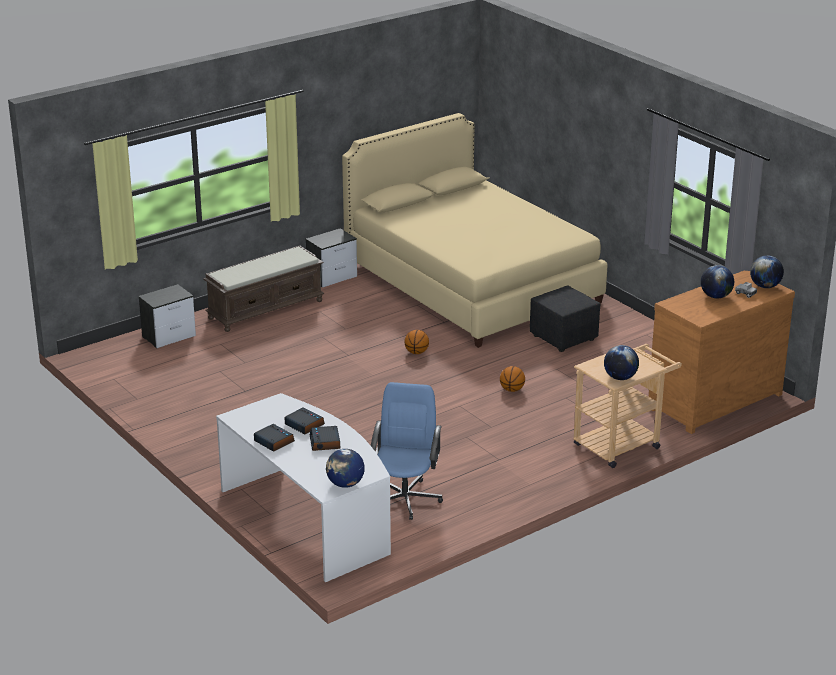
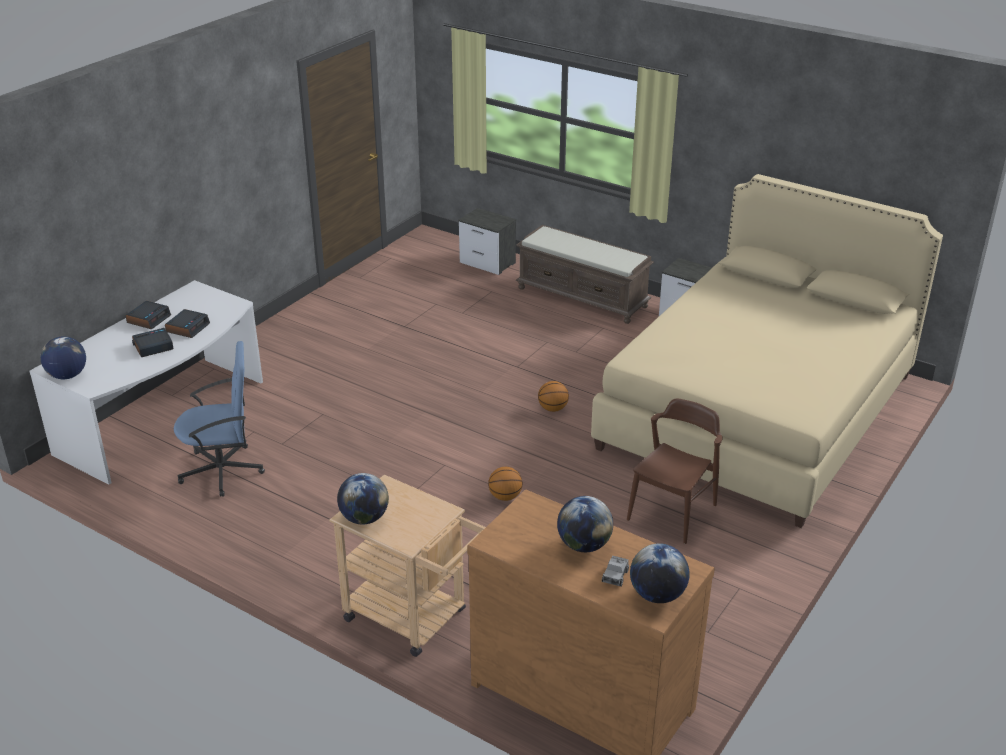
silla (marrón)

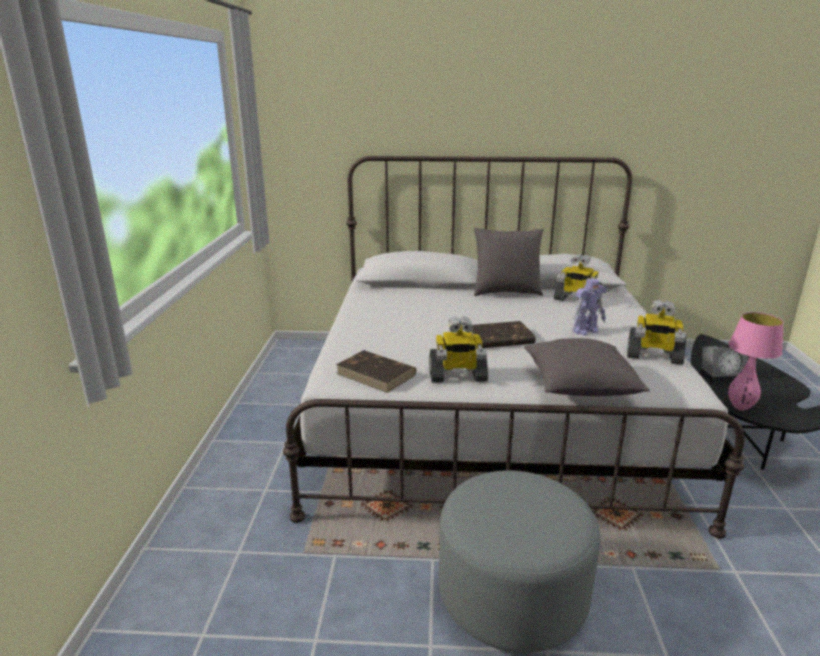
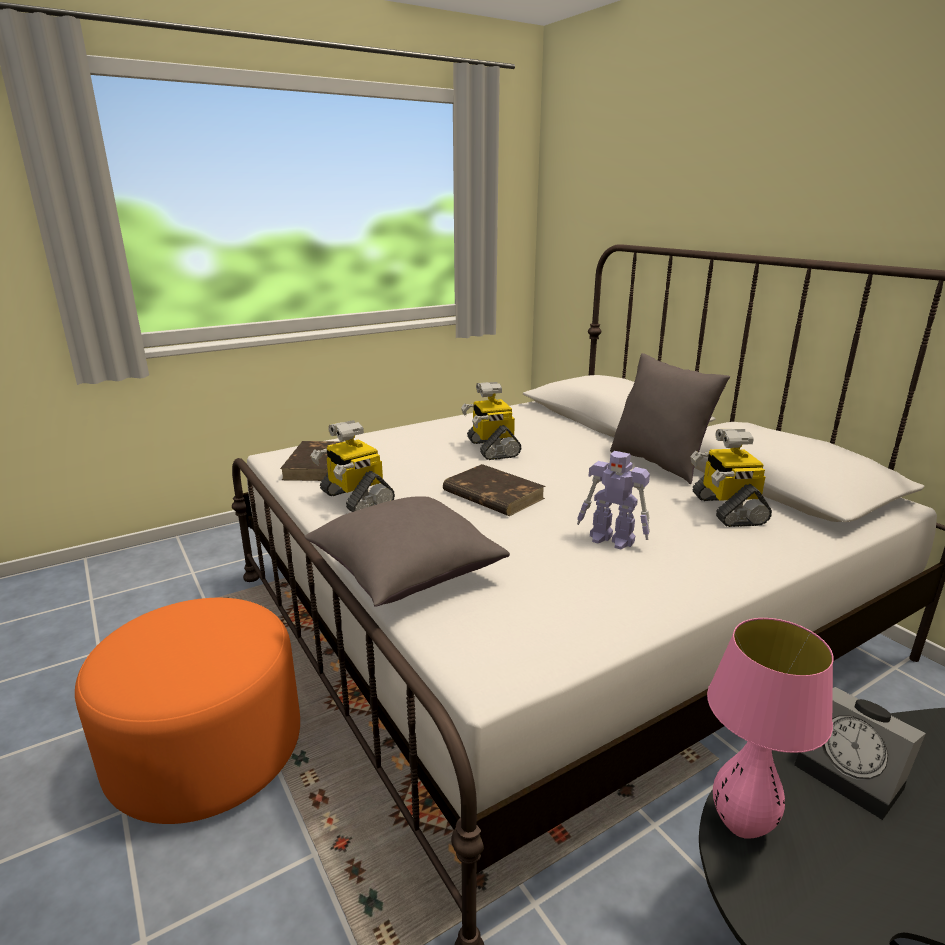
robot de juguete (no. 2 from left)
puf (naranja)

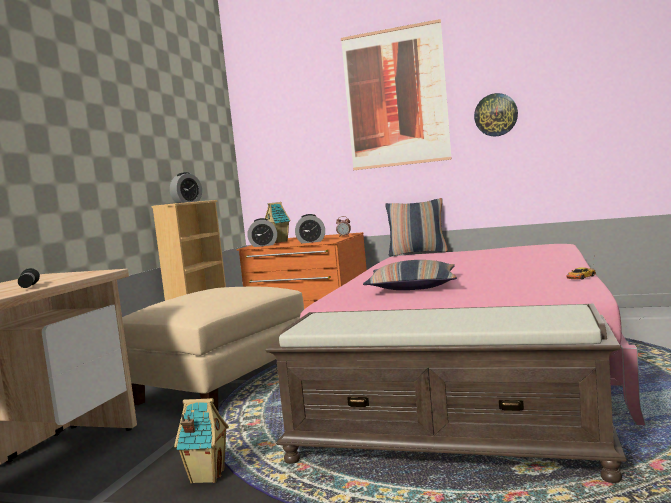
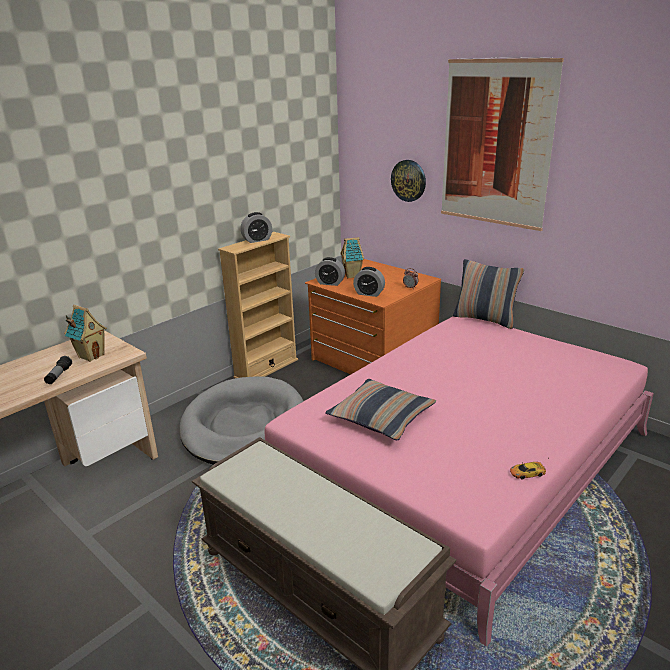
reloj de pared
cama para perro (gris)
casita (no. 1 from left)

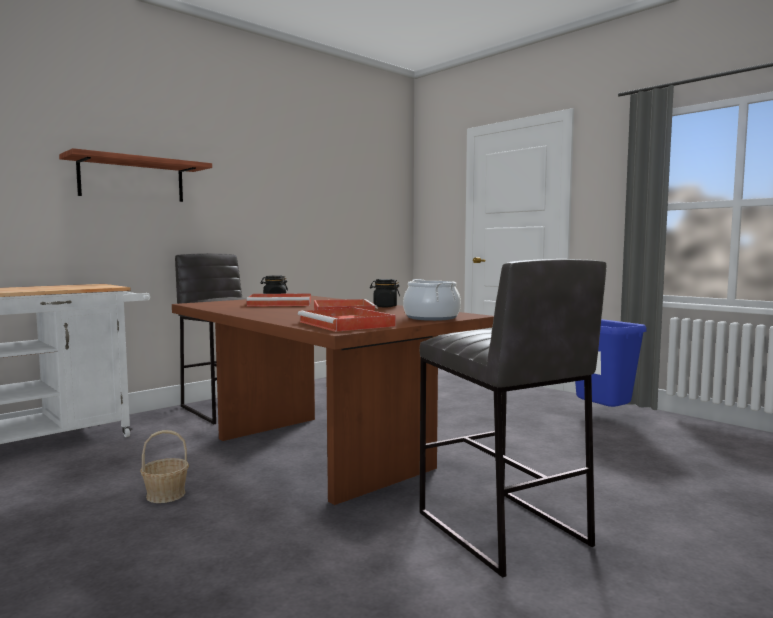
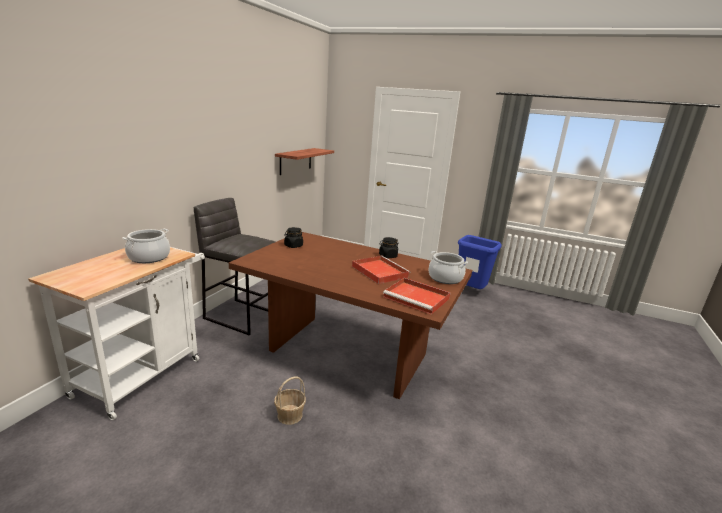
estante
taburete (gris) (no. 2 from left in the first image)
bandeja (rojo) (no. 1 from left in the first image)
olla (no. 1 from left)

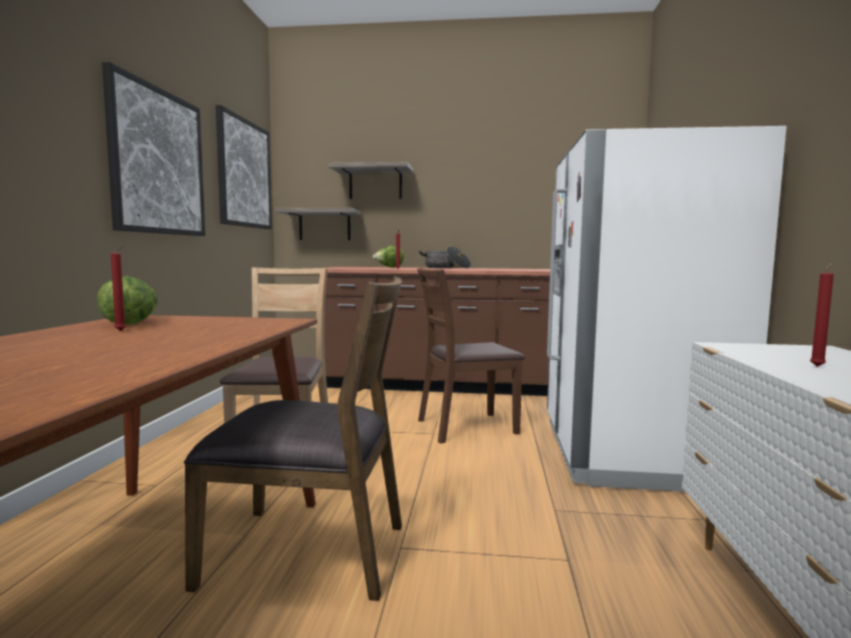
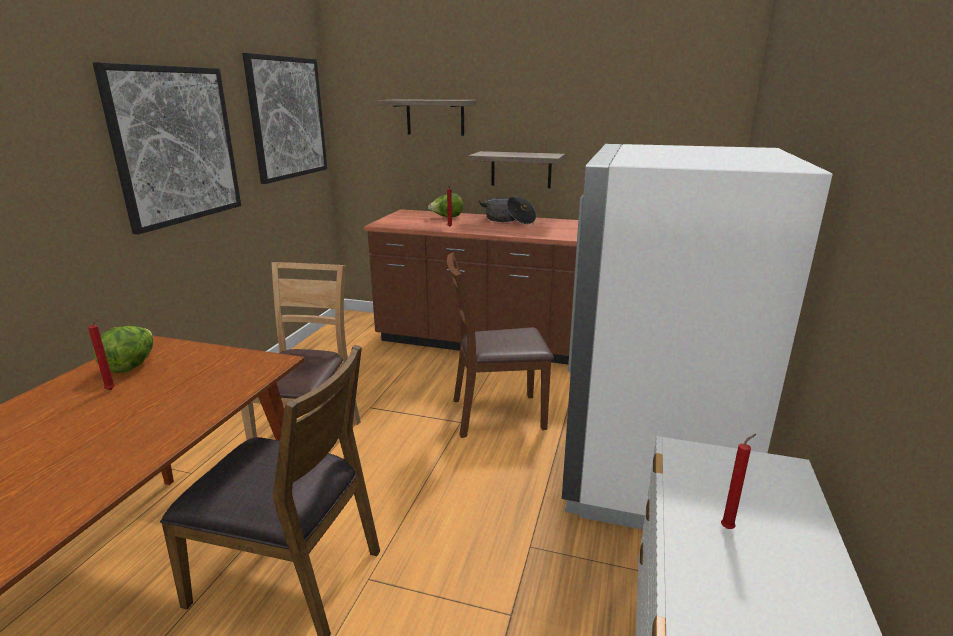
estante (no. 2 from left)

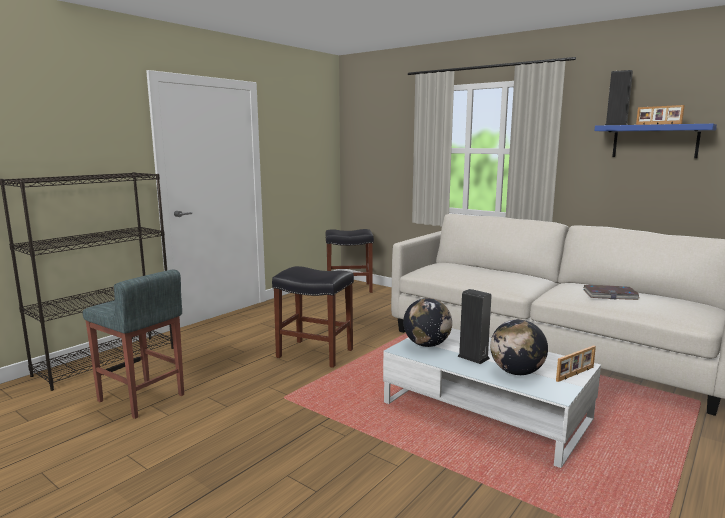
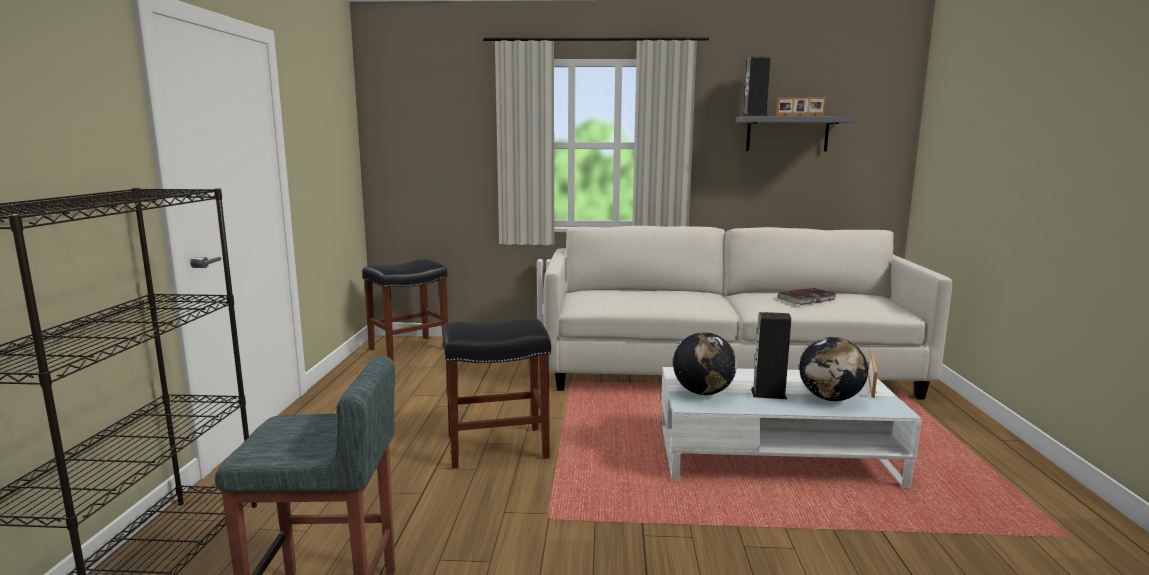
estante (gris)

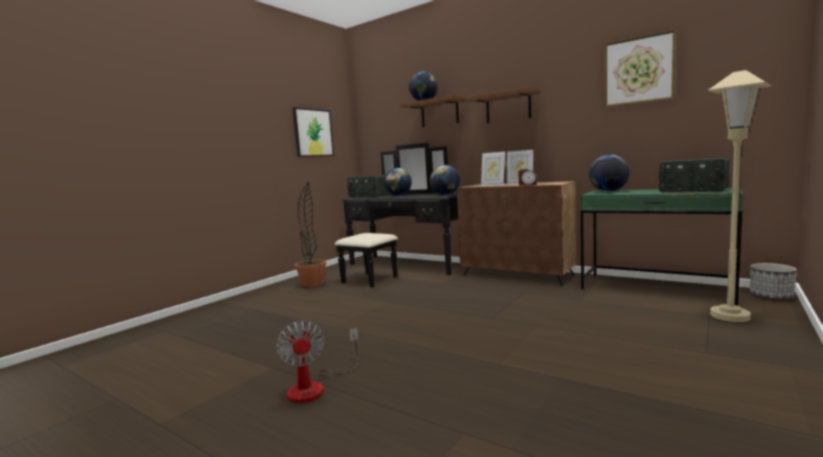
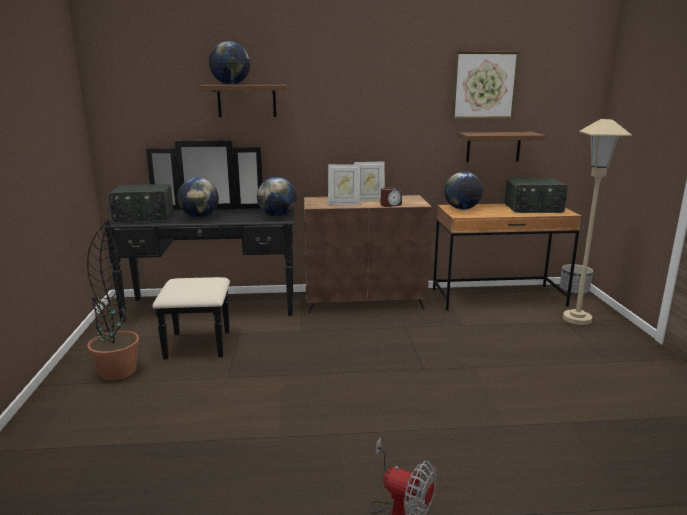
estante (marrón) (no. 2 from left)
cuadro (no. 1 from left in the first image)
escritorio (marrón)

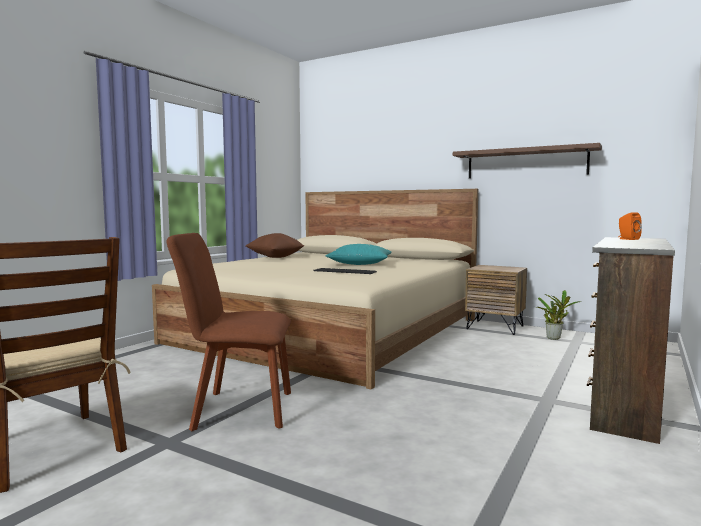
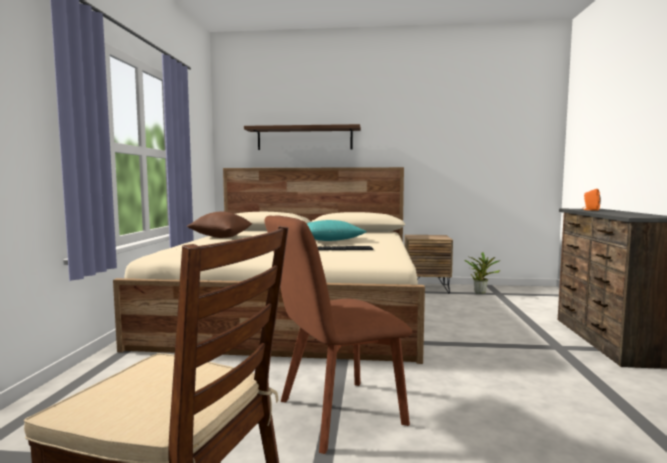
estante (marrón)

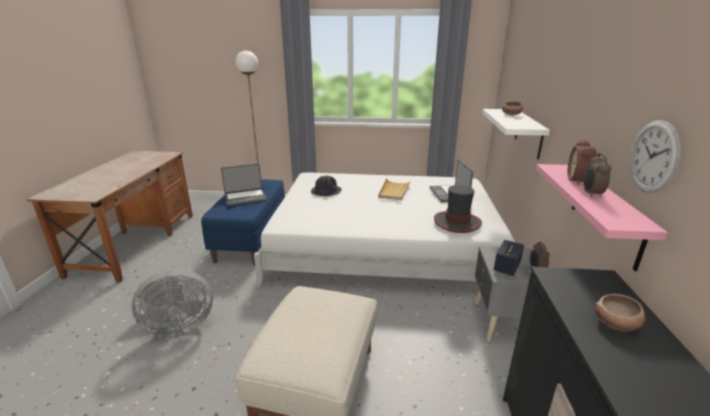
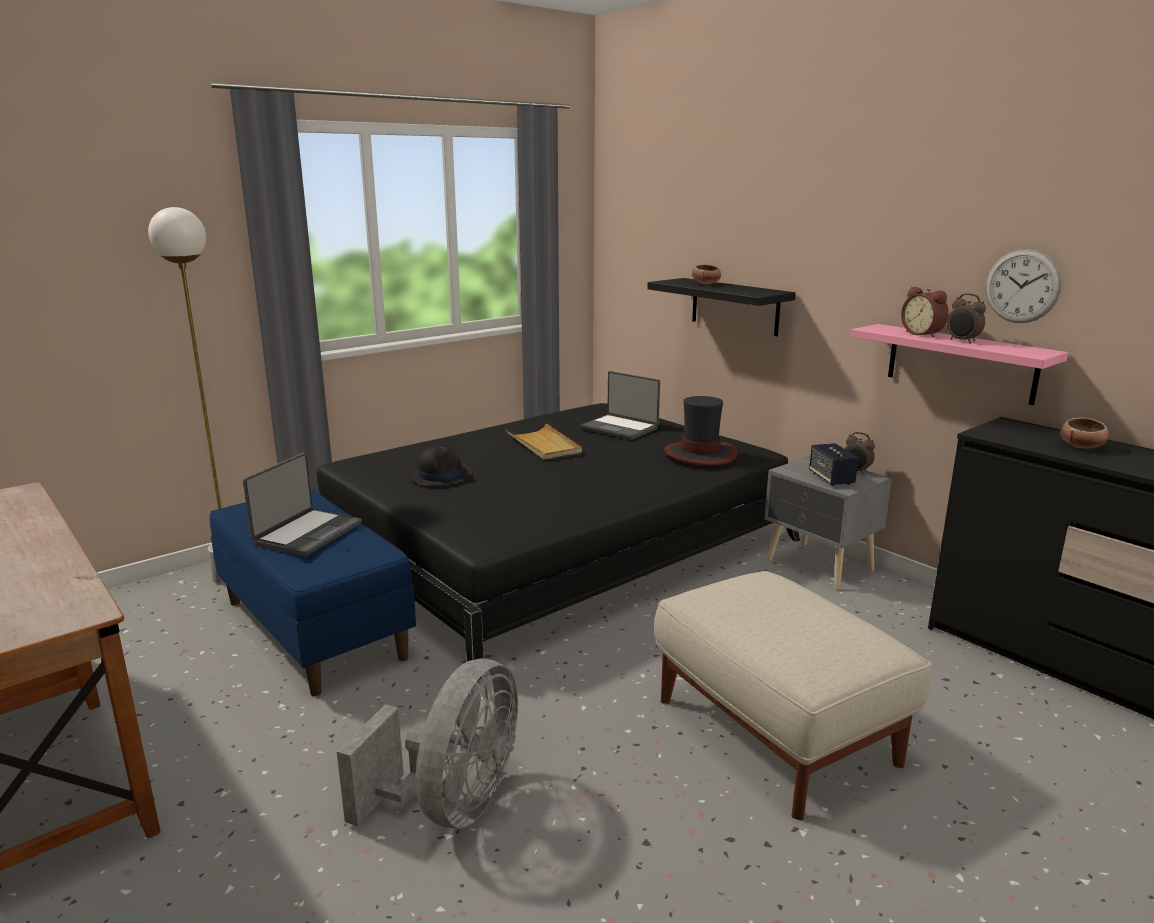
estante (negro)
cama (negro)

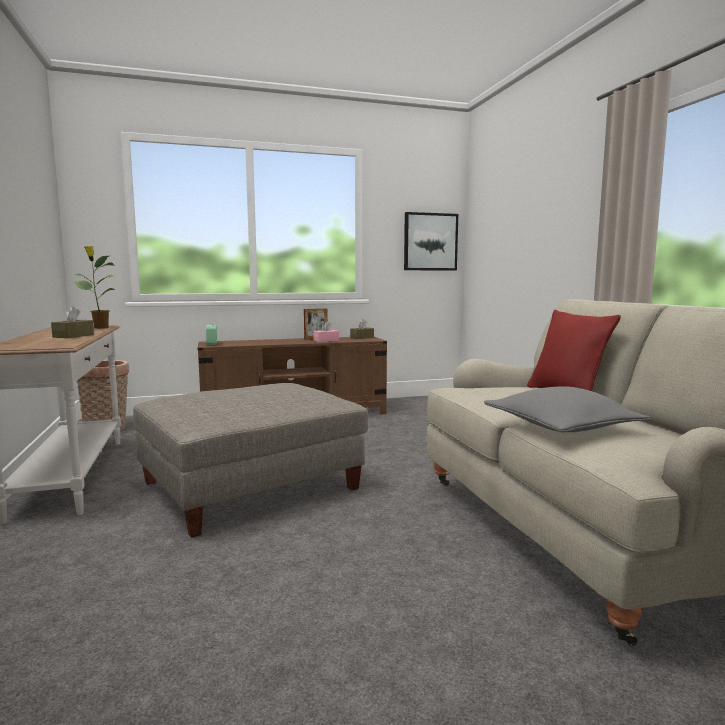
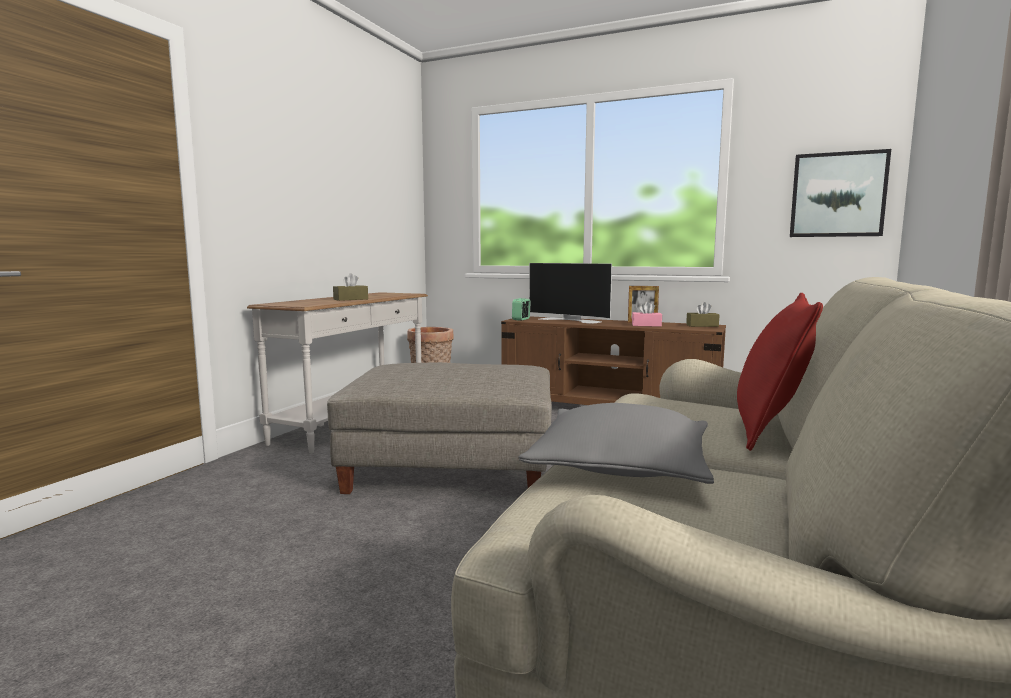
planta en maceta
televisor

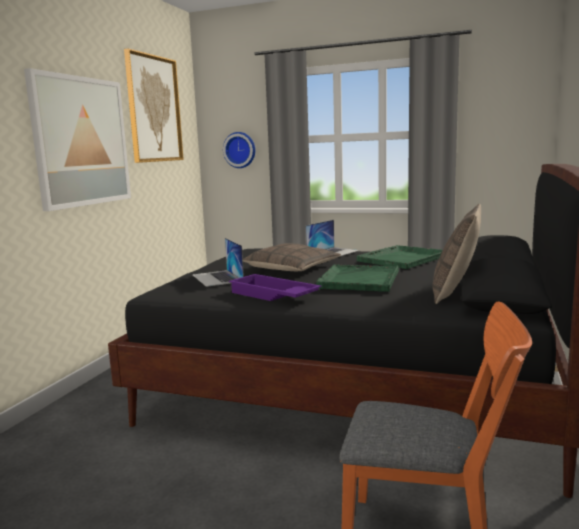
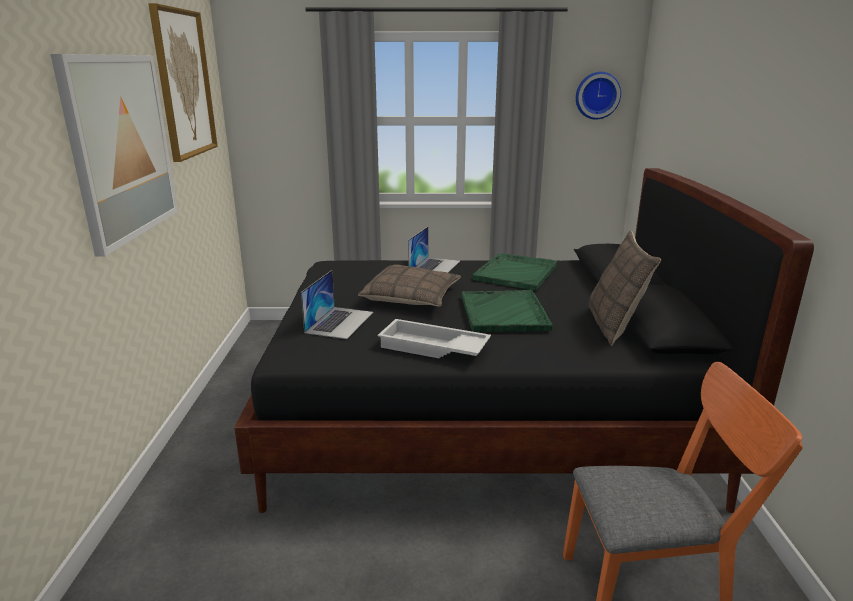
reloj de pared
portátil (no. 1 from left)
bandeja (blanco)

